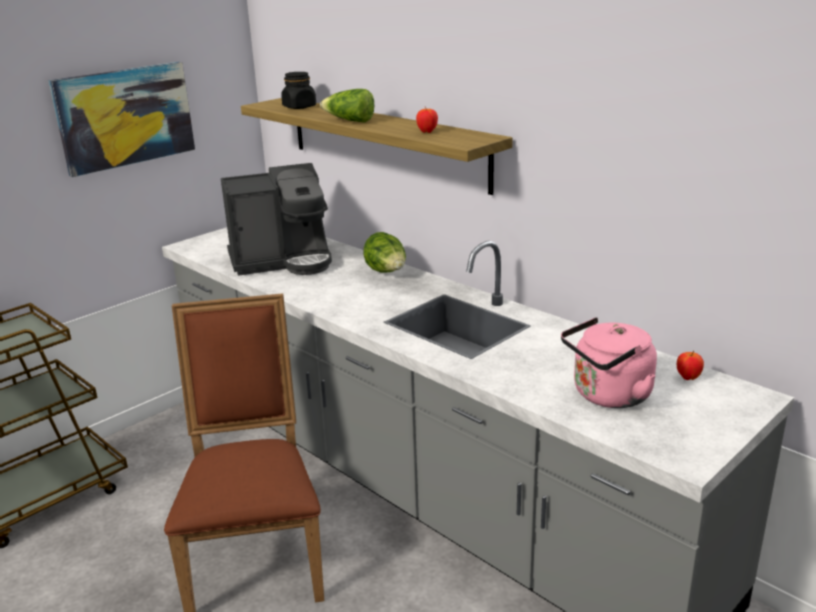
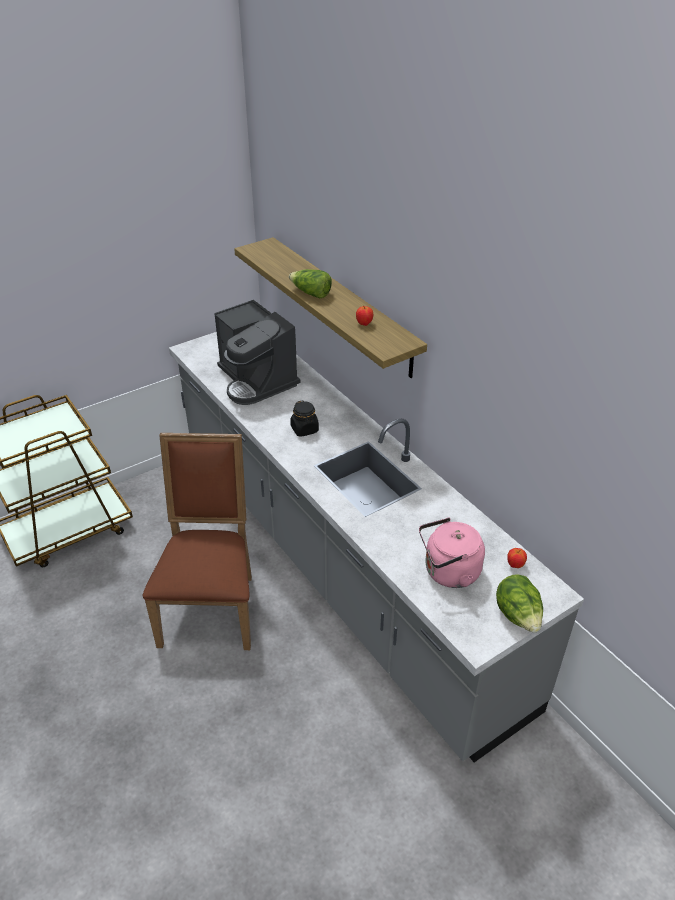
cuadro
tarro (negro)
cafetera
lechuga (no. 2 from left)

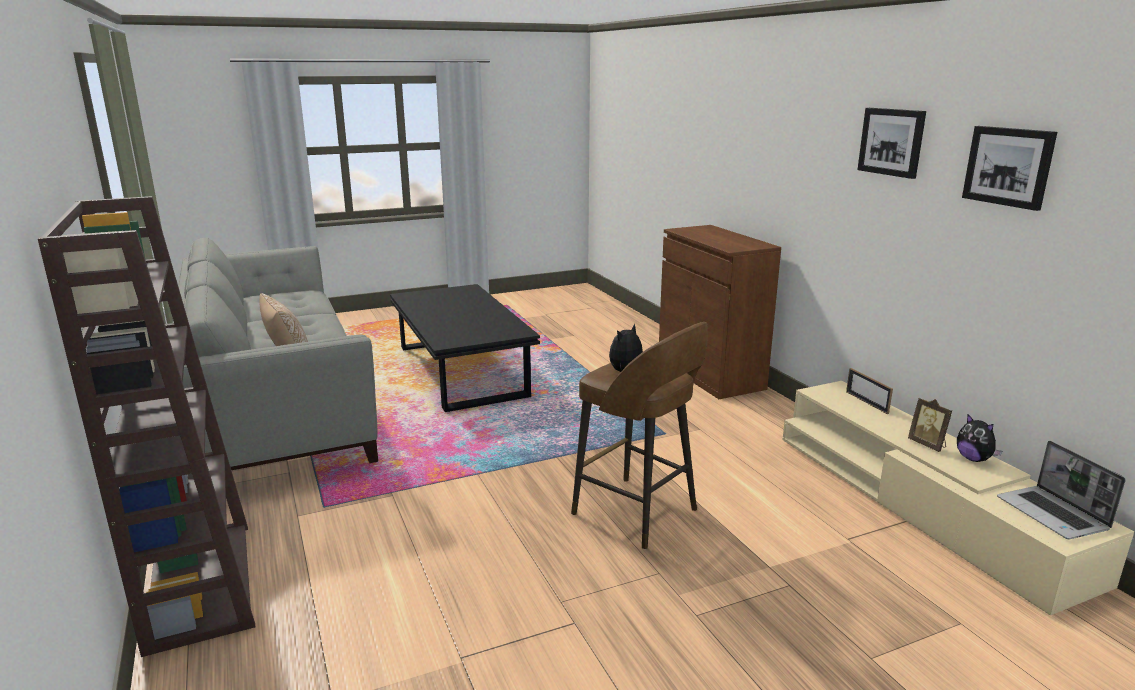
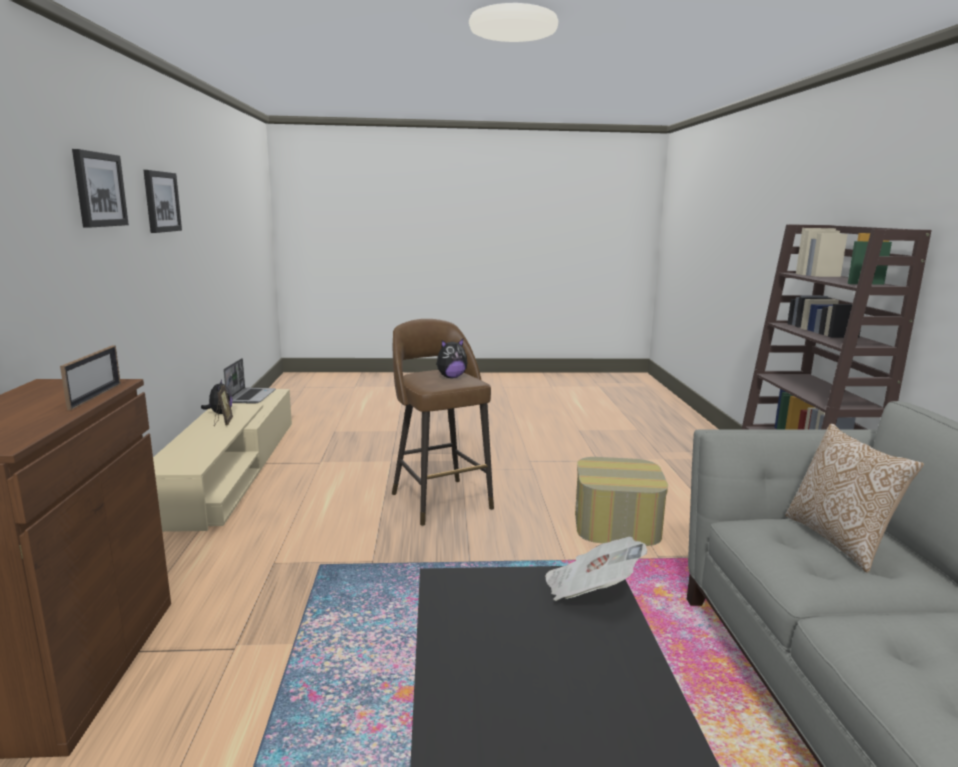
portarretratos (no. 1 from left)
puf
periódico

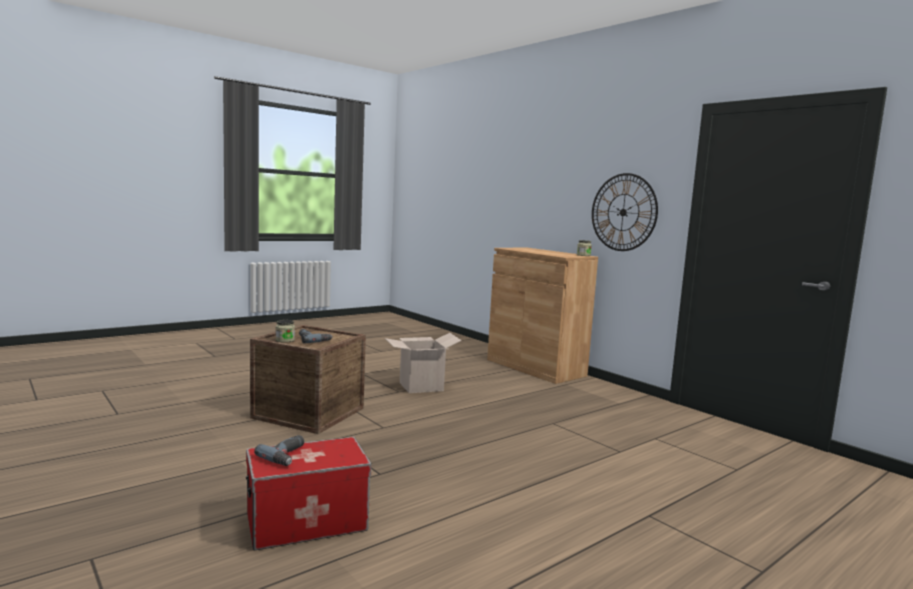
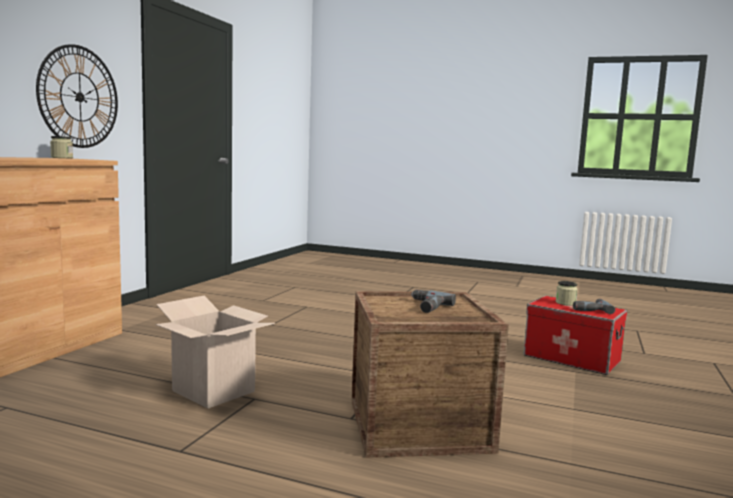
tarro (no. 2 from left)

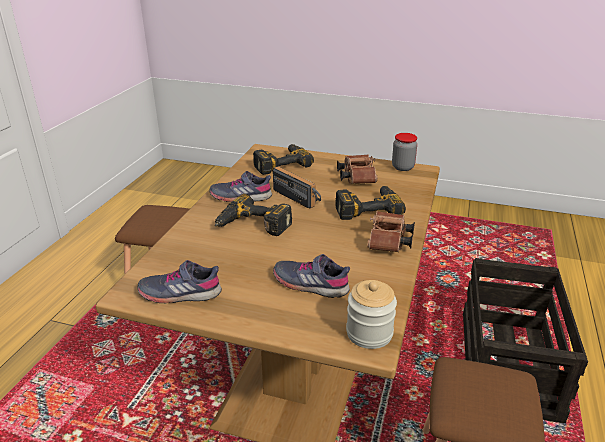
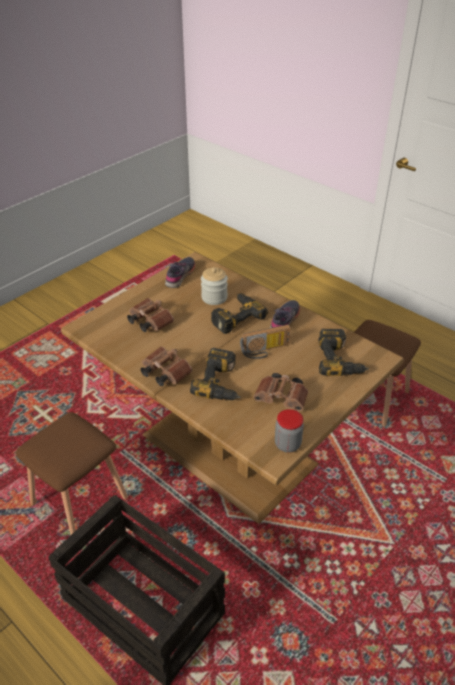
prismáticos (marrón) (no. 1 from left)
tarro (no. 1 from left)

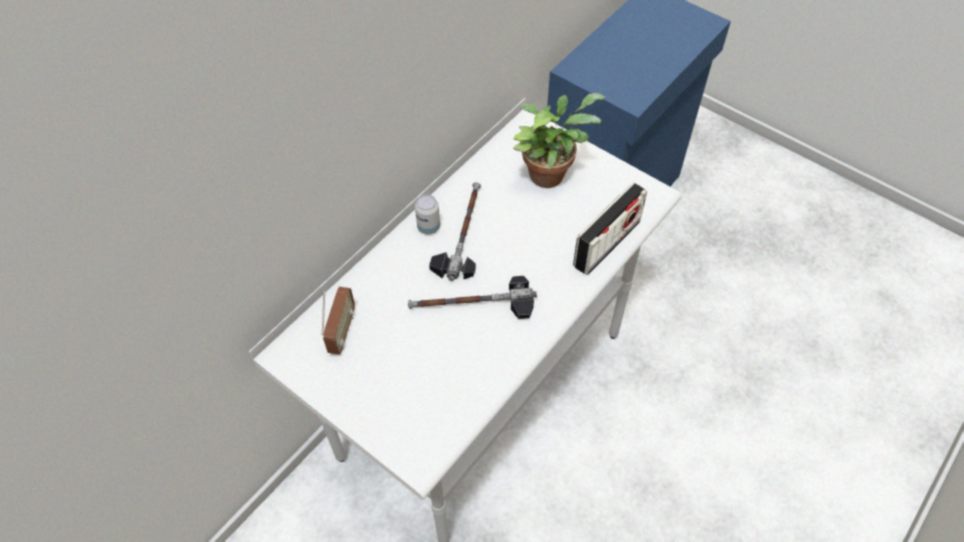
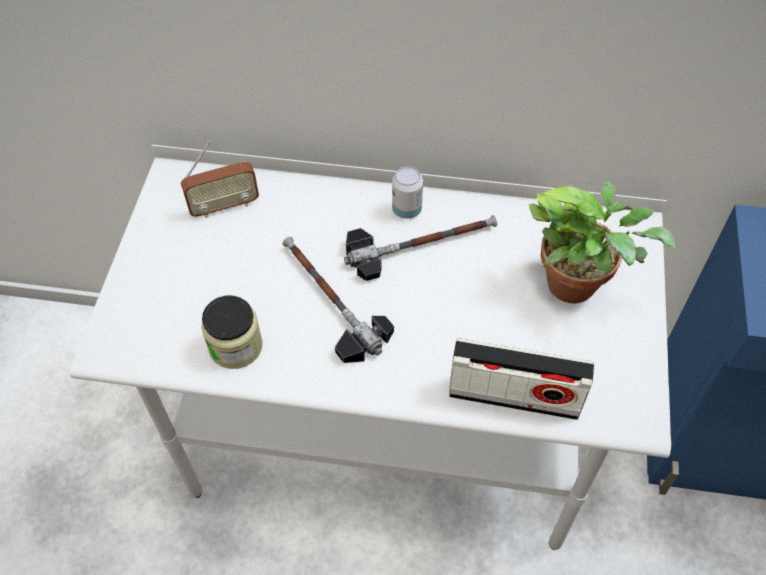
tarro

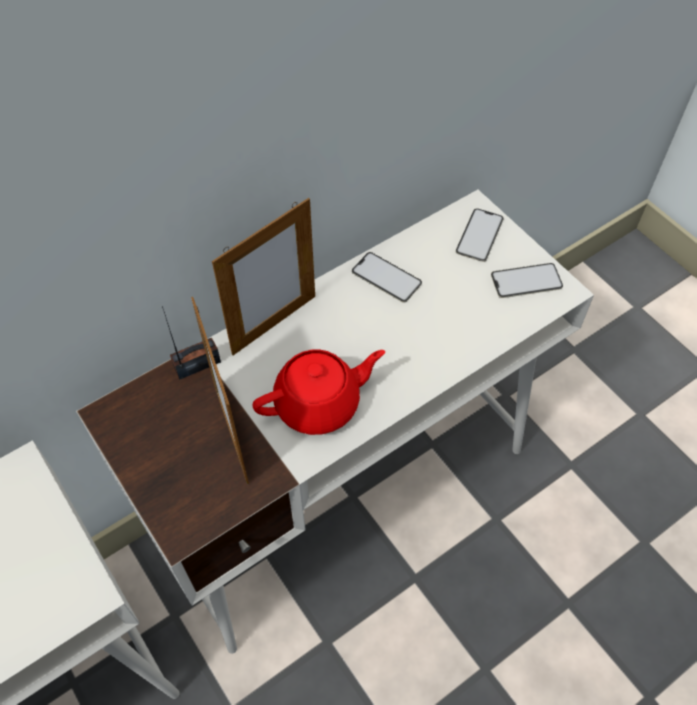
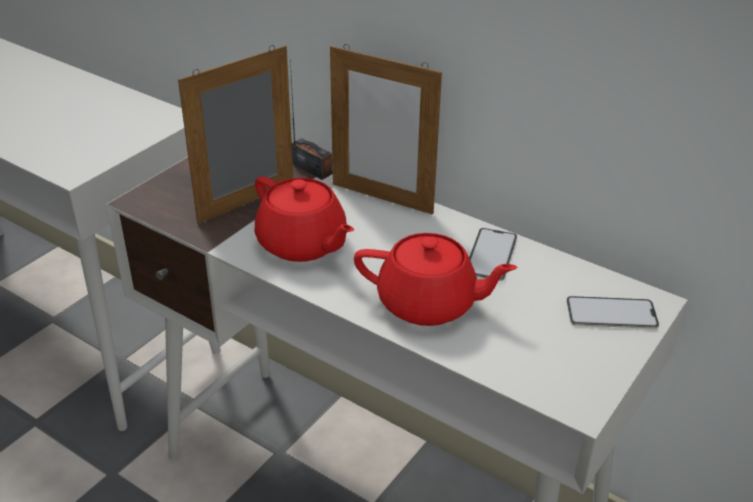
móvil (no. 3 from left in the first image)
tetera (rojo) (no. 2 from left)

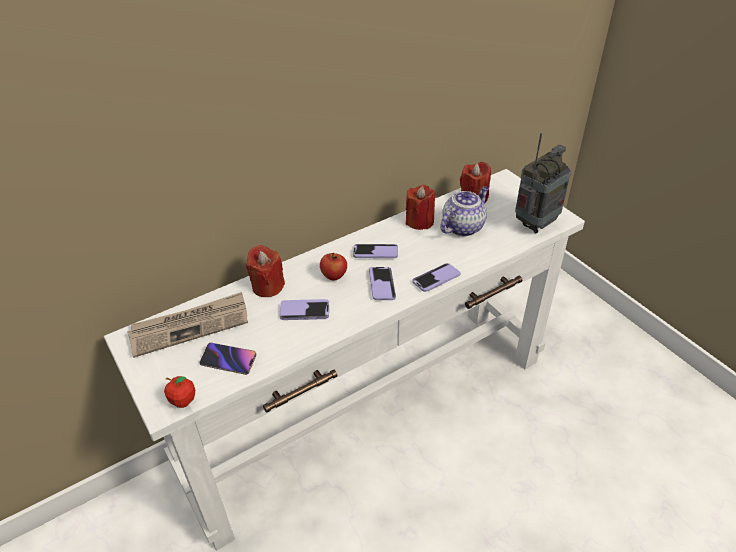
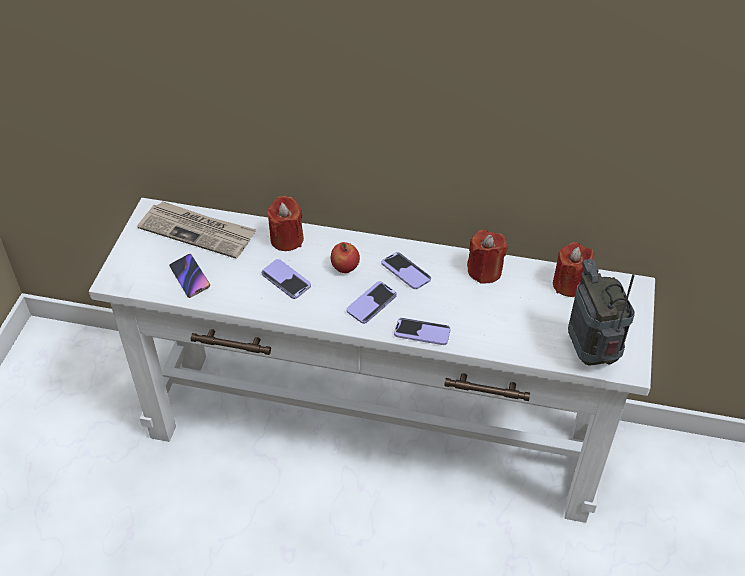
radio
tetera
manzana (no. 1 from left in the first image)

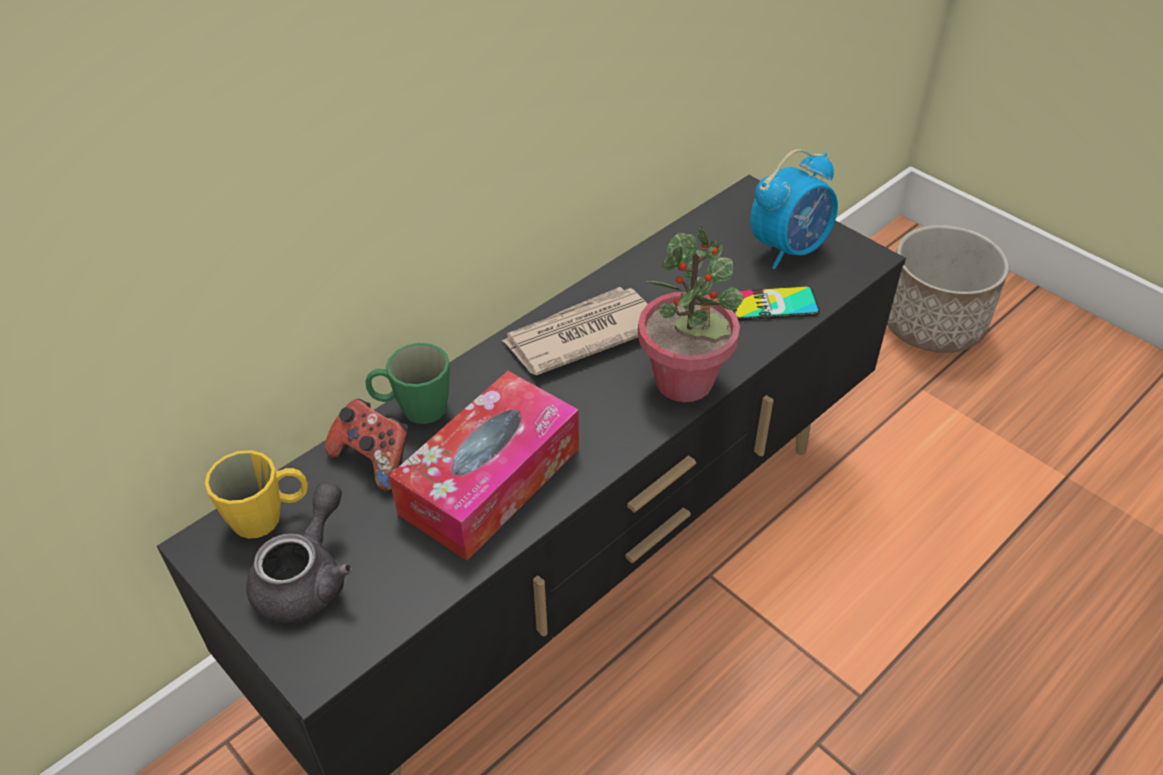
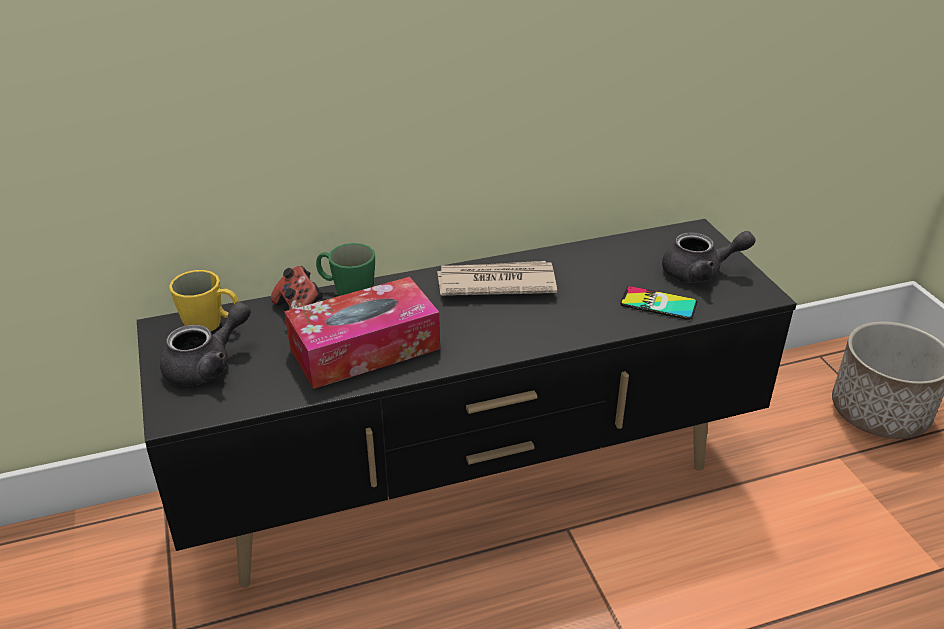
tetera (gris) (no. 2 from left)
planta en maceta

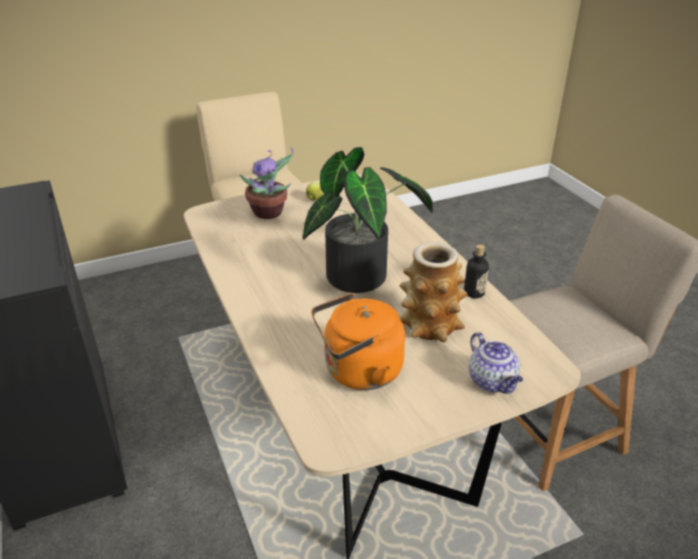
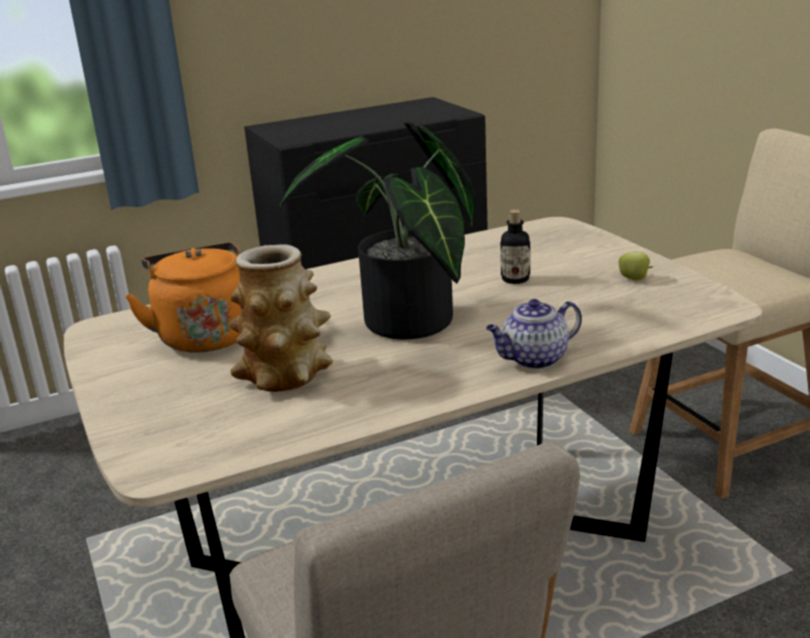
planta en maceta (no. 1 from left in the first image)
botella
tetera

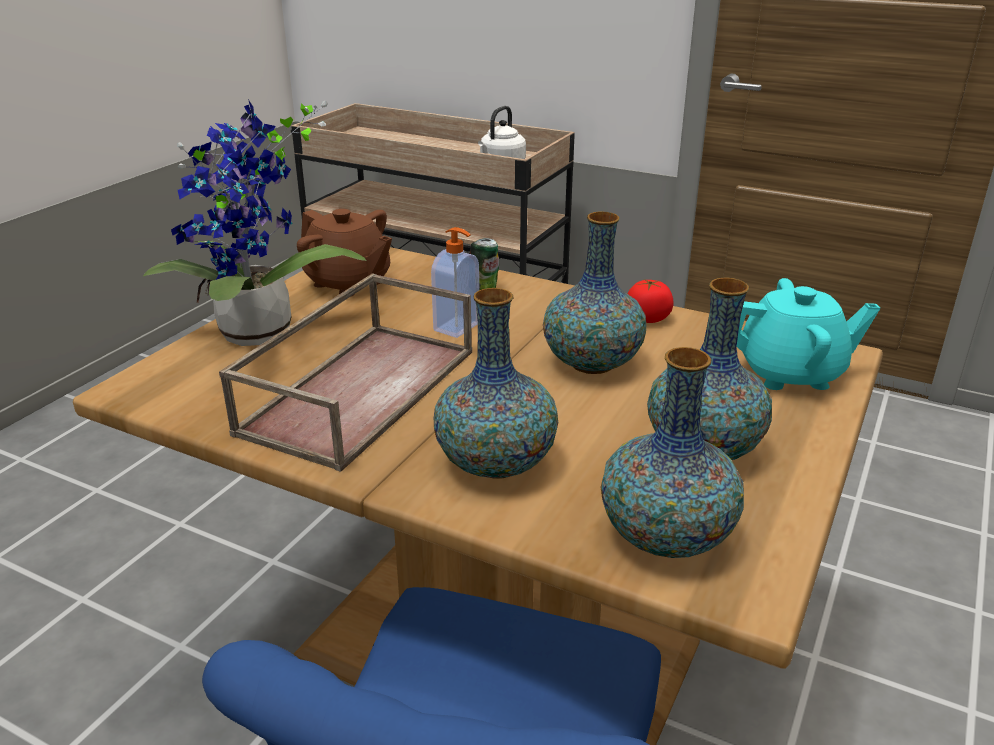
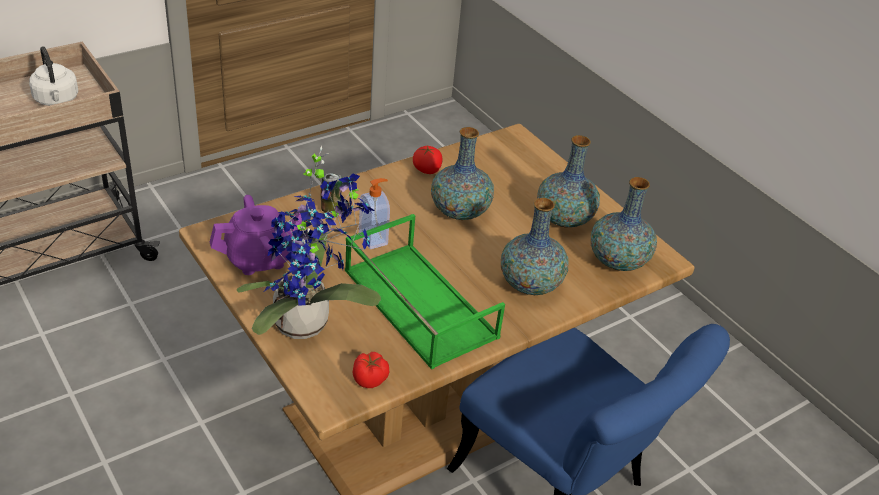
tetera (morado)
bandeja (verde)
tetera (turquesa)
tomate (no. 1 from left)

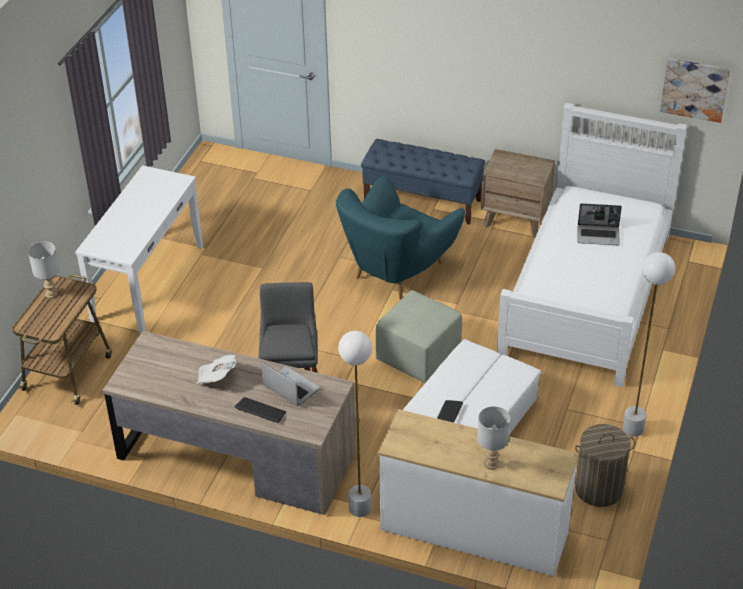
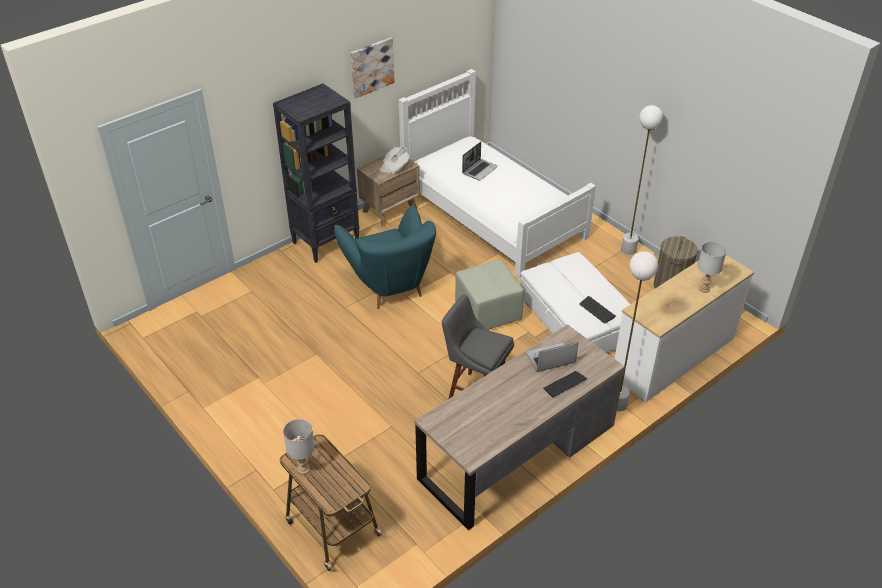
cuadro
estantería (negro)
mesa consola (blanco)
periódico

